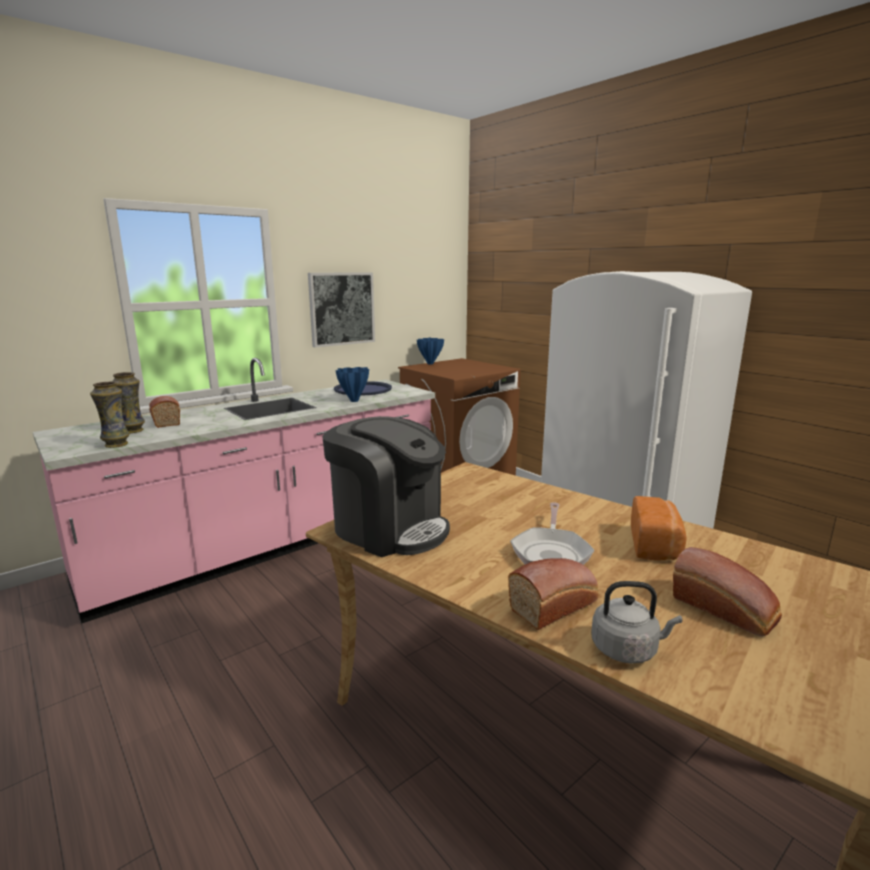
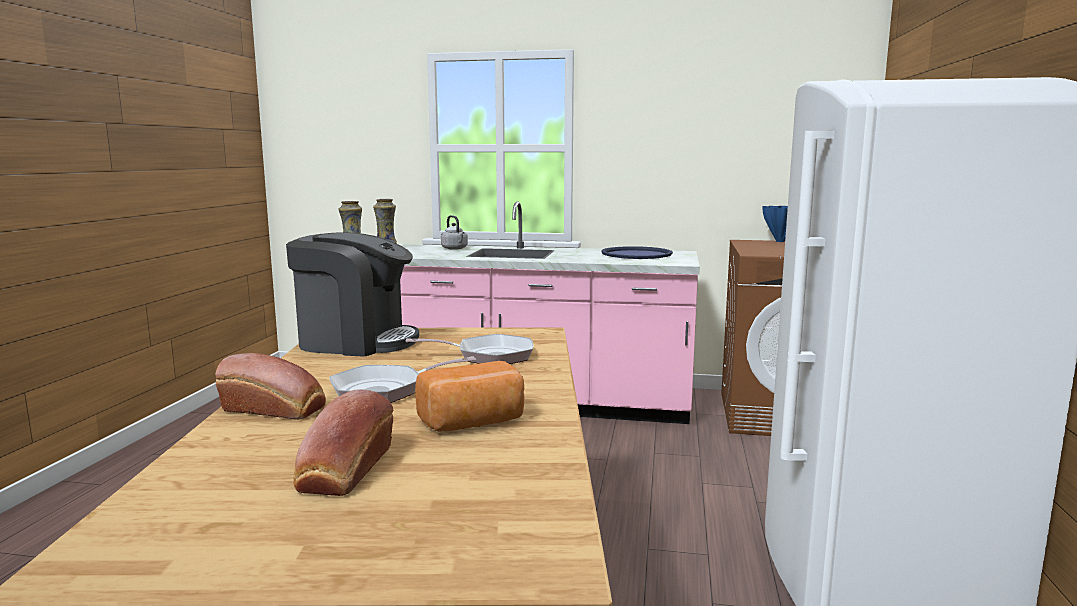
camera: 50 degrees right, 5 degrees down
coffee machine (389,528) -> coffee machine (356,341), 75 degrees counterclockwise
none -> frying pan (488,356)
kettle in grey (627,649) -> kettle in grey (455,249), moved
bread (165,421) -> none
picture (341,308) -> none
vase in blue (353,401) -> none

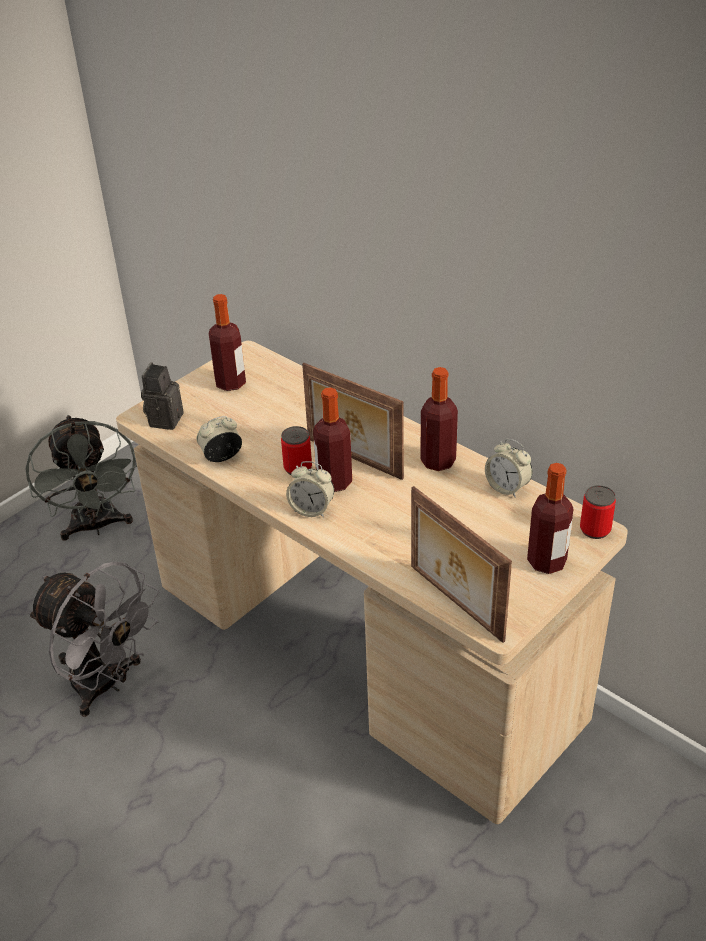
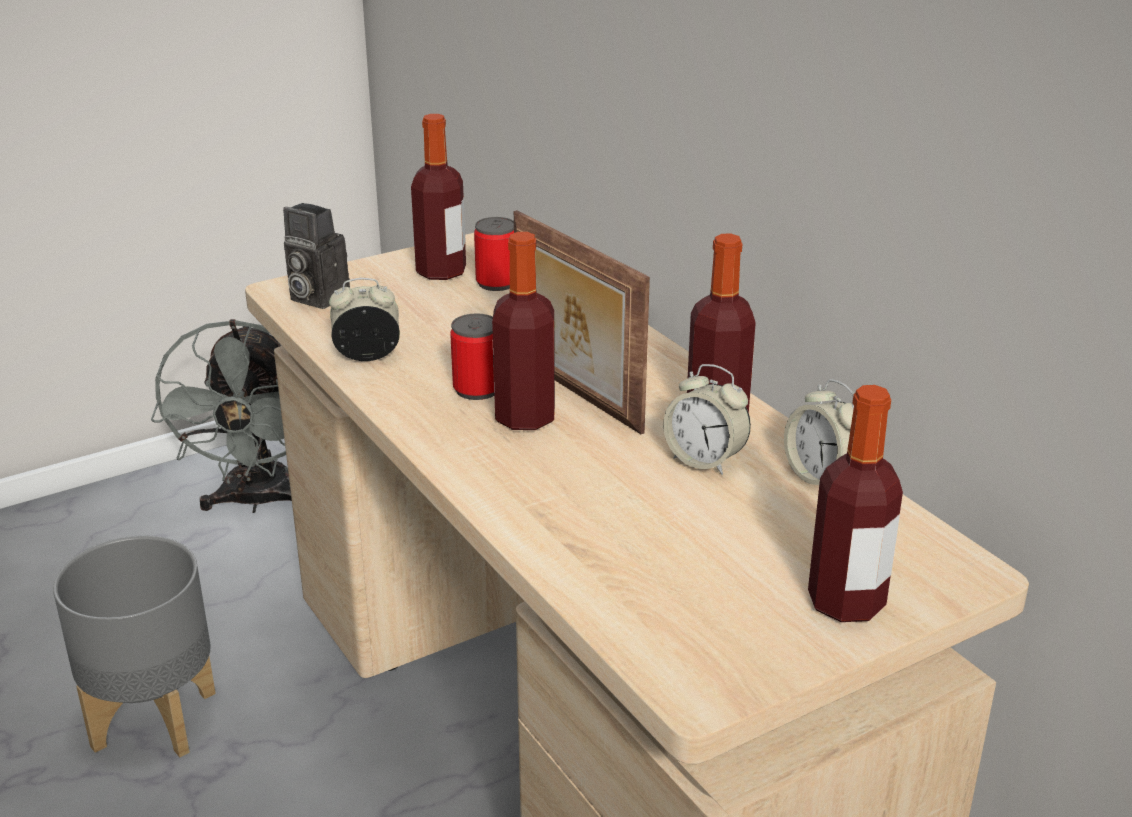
camera: 15 degrees right, 10 degrees down
fan in grey (107,684) -> planter in grey (154,718)
photo camera (164,419) -> photo camera (315,297), 90 degrees counterclockwise
can (595,529) -> can (497,283), moved
alarm clock (311,509) -> alarm clock (705,460), moved
picture frame (454,603) -> none

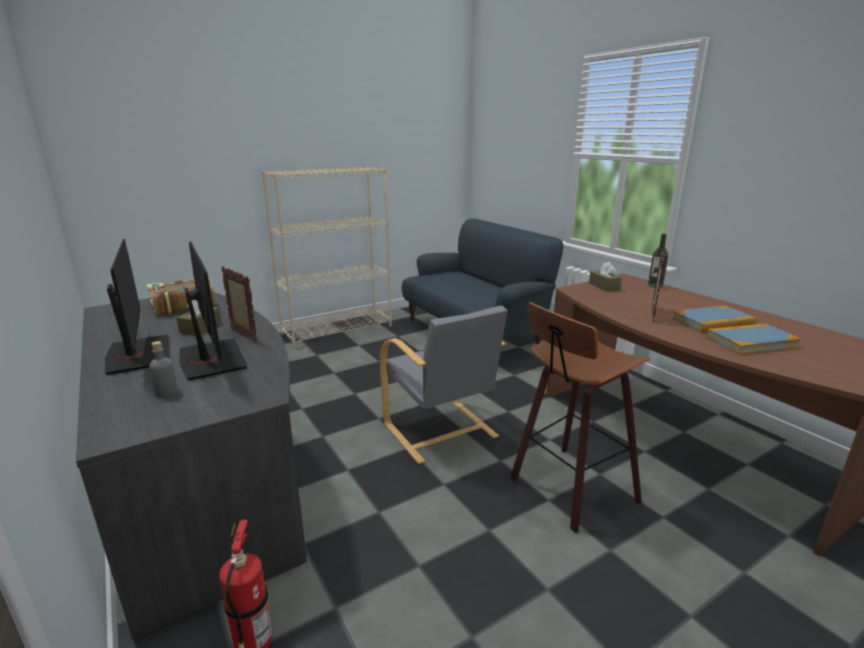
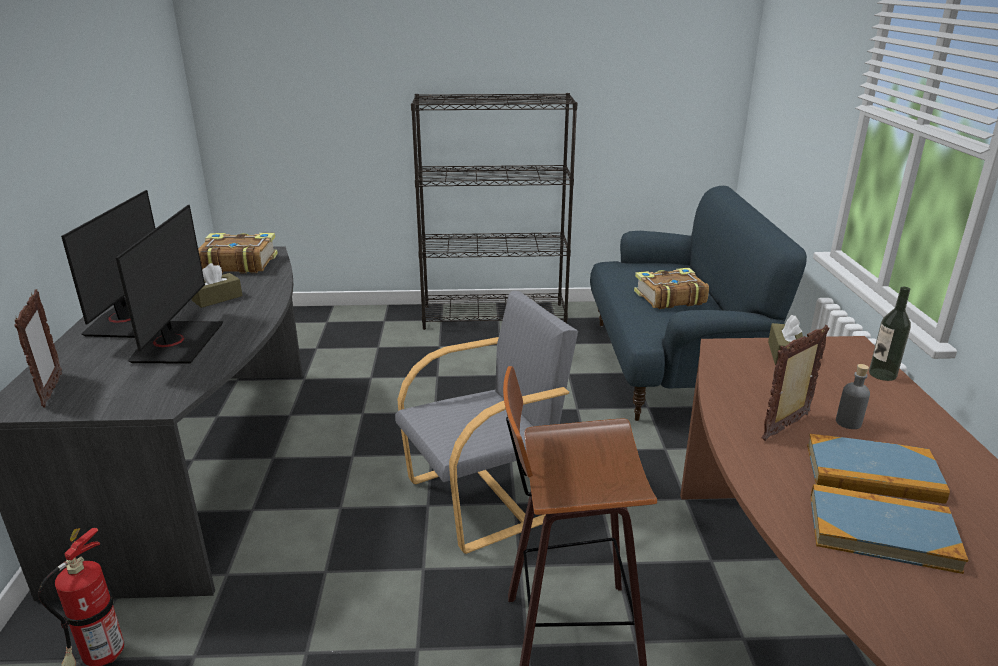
camera: 30 degrees right, 5 degrees up
picture frame (243,336) -> picture frame (52,390), moved
armchair in grey (440,431) -> armchair in grey (485,498), 120 degrees counterclockwise
bookcase in beige (338,330) -> bookcase in black (495,316)
none -> book (668,298)
bottle in grey (166,392) -> bottle in grey (848,422), moved

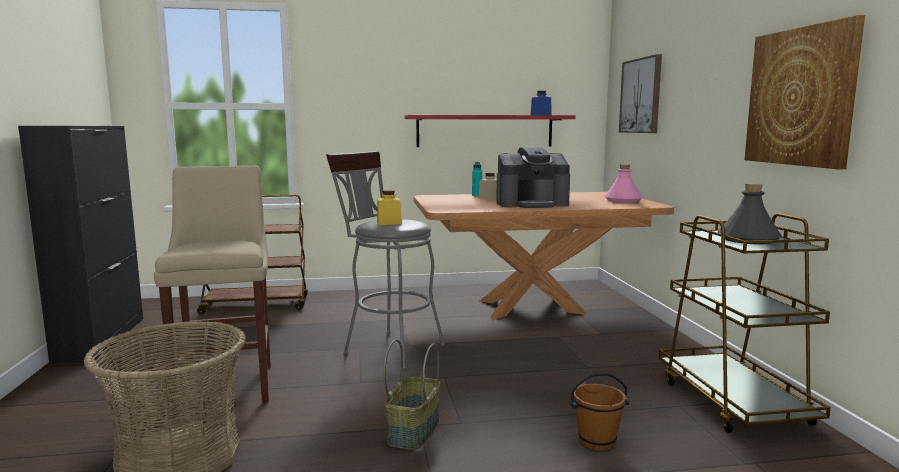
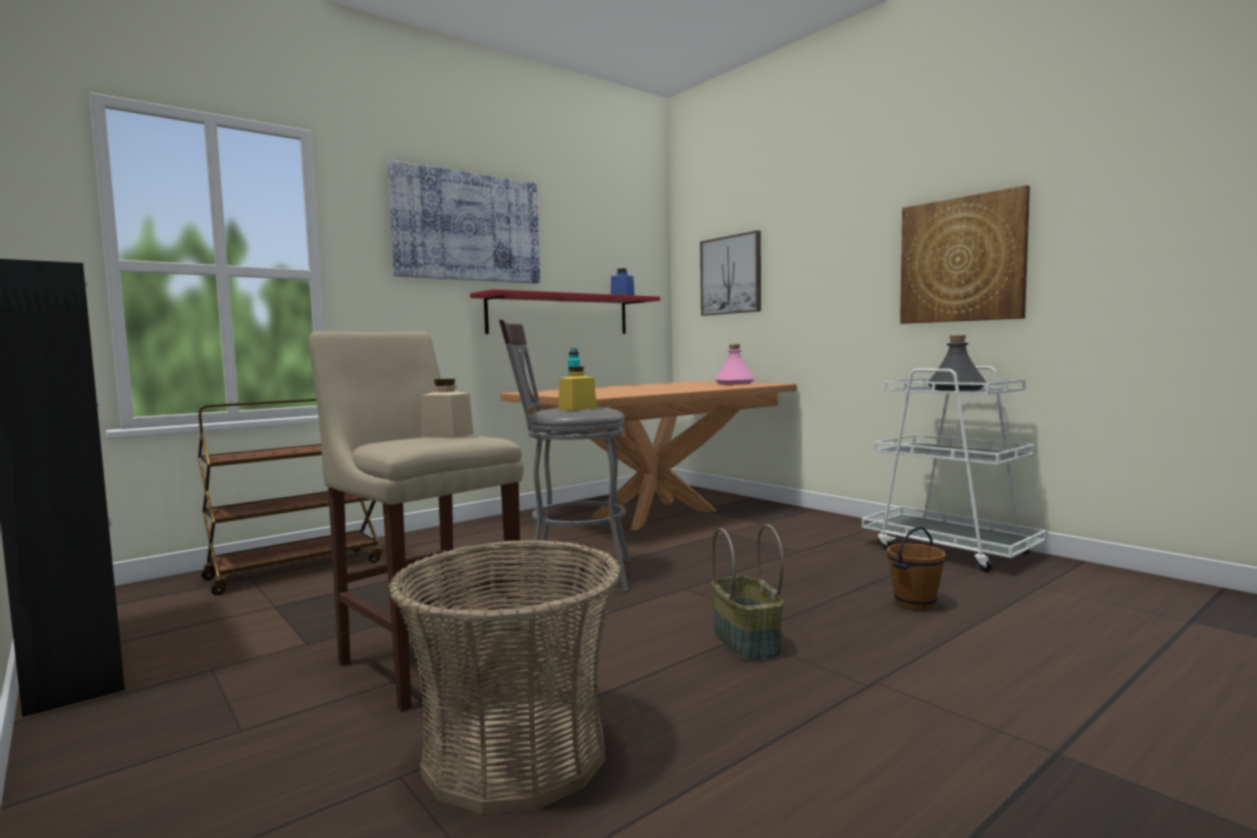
camera: 30 degrees left, 5 degrees down
none -> picture (467,227)
jar in beige (489,198) -> jar in beige (447,435), moved
cart in brown (733,401) -> cart in white (950,550)
coffee machine (532,204) -> none

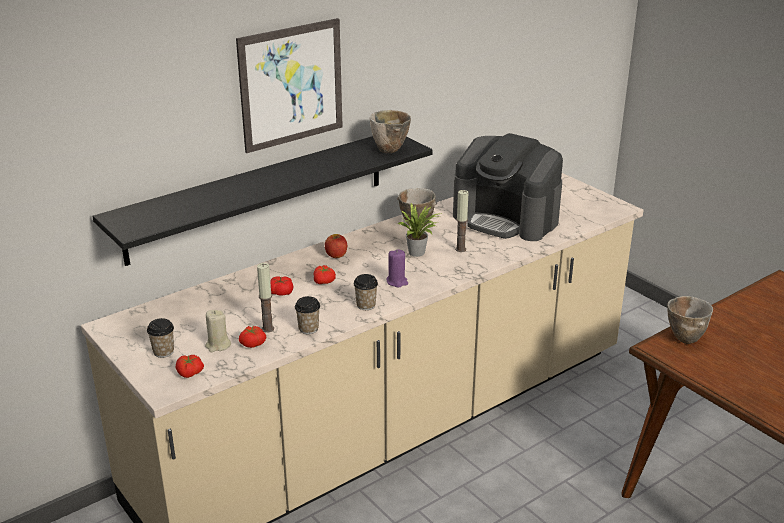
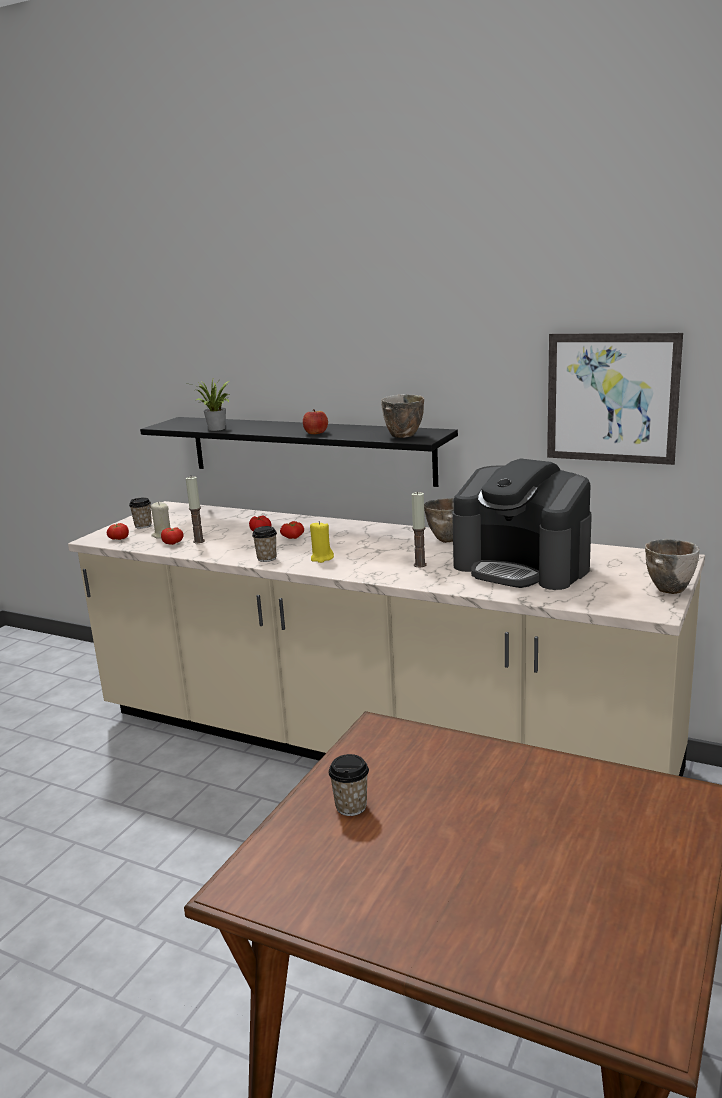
camera: 65 degrees right, 10 degrees down
potted plant (418,253) -> potted plant (216,429), moved
apple (336,255) -> apple (316,433), moved
candle in purple (397,282) -> candle in yellow (321,558)
cup (308,329) -> cup (351,807), moved
coffee machine (506,218) -> coffee machine (522,567), 60 degrees counterclockwise
picture (291,85) -> picture (611,398), moved
bowl (684,337) -> bowl (671,589), moved

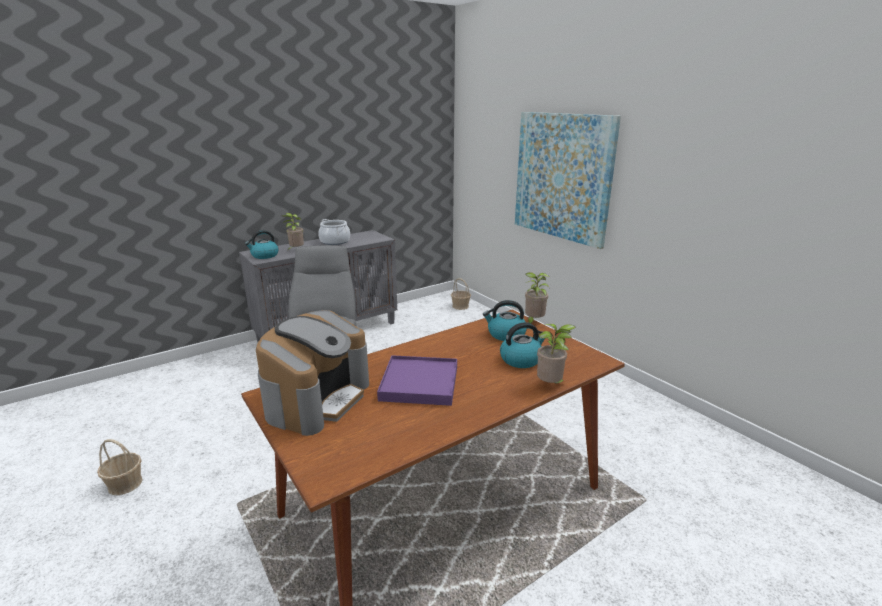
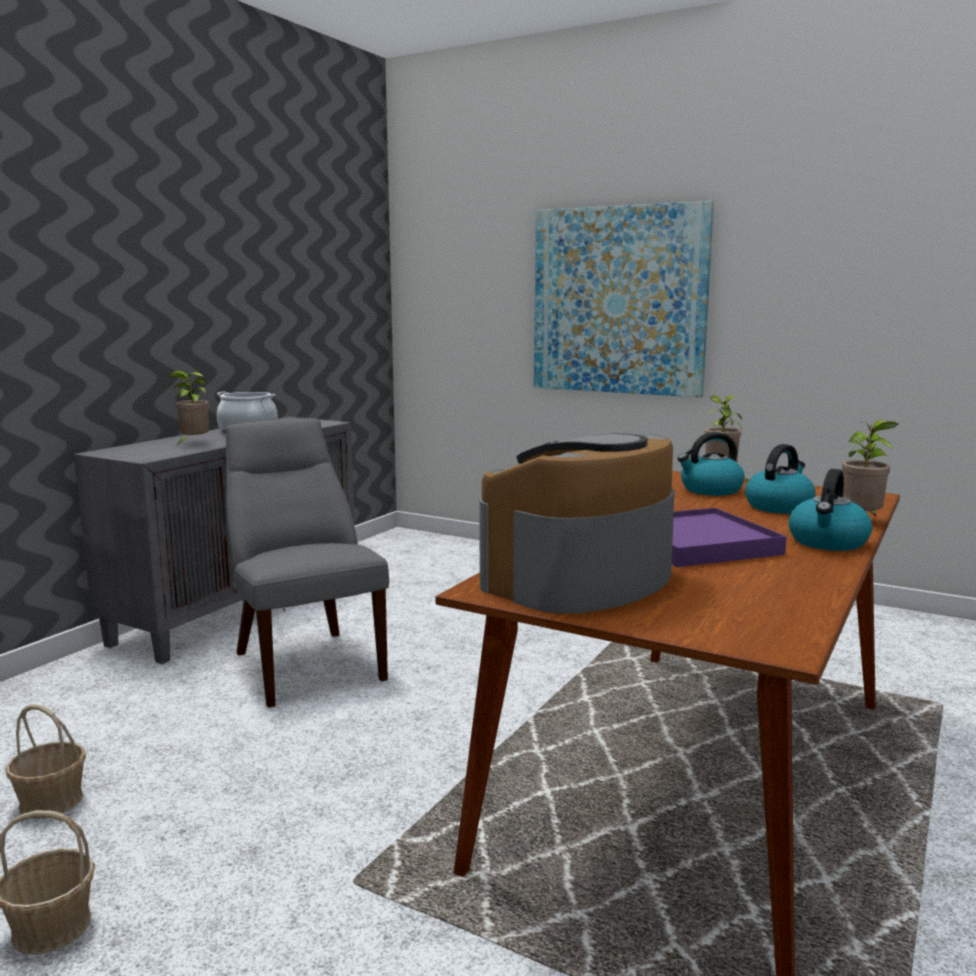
camera: 25 degrees left, 10 degrees down
basket (460,306) -> basket (51,802), moved
coffee machine (317,398) -> coffee machine (581,580), 135 degrees counterclockwise
kettle (264,256) -> kettle (828,542), moved

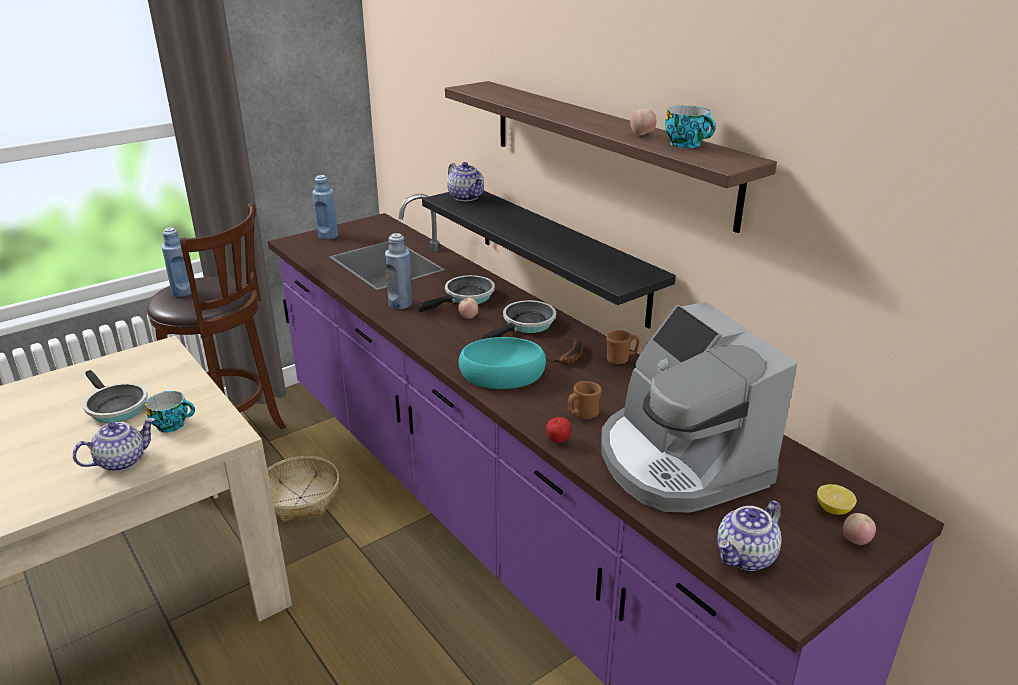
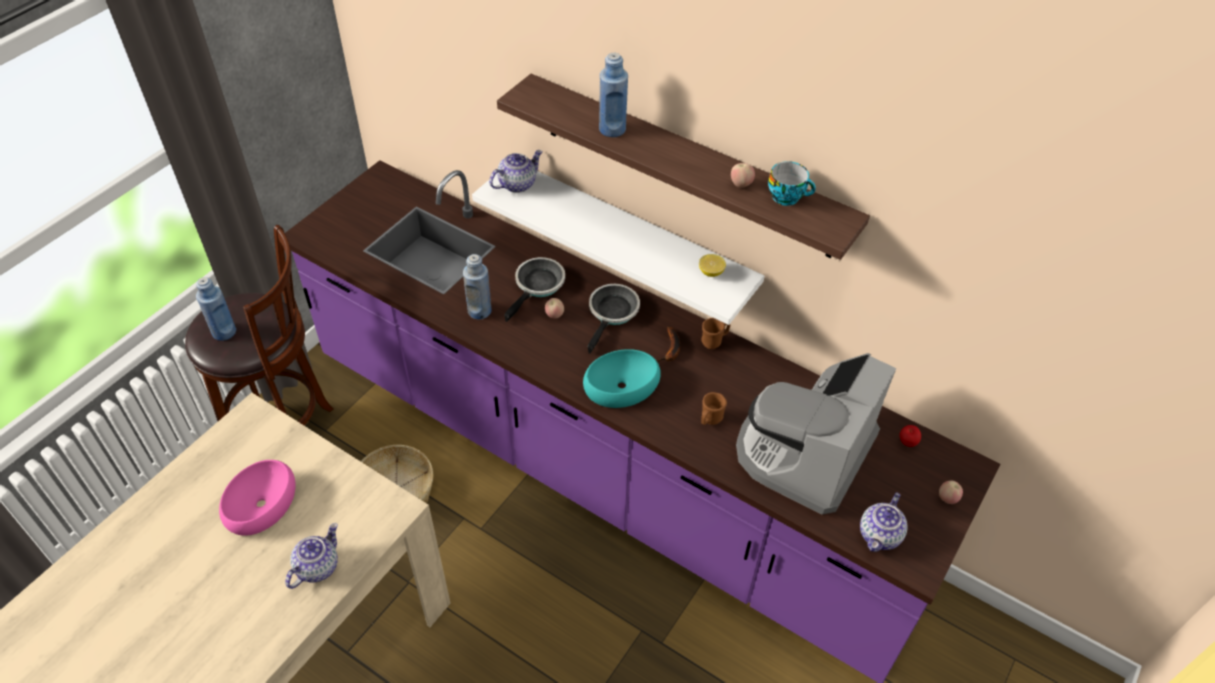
camera: 20 degrees left, 20 degrees up
frying pan (115,407) -> bowl in pink (261,505)
shelf in black (560,253) -> shelf in white (630,236)
teapot (466,197) -> teapot (517,184), 75 degrees counterclockwise
bottle in blue (328,236) -> bottle in blue (612,129), moved
lemon (833,510) -> lemon (711,272), moved
coffee machine (679,461) -> coffee machine (803,452), 75 degrees clockwise
apple (558,441) -> apple (907,442), moved
cup (173,424) -> none

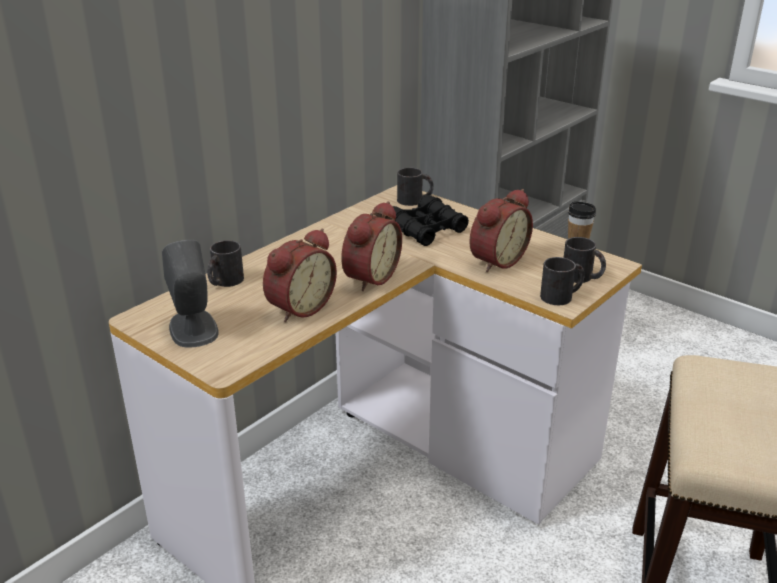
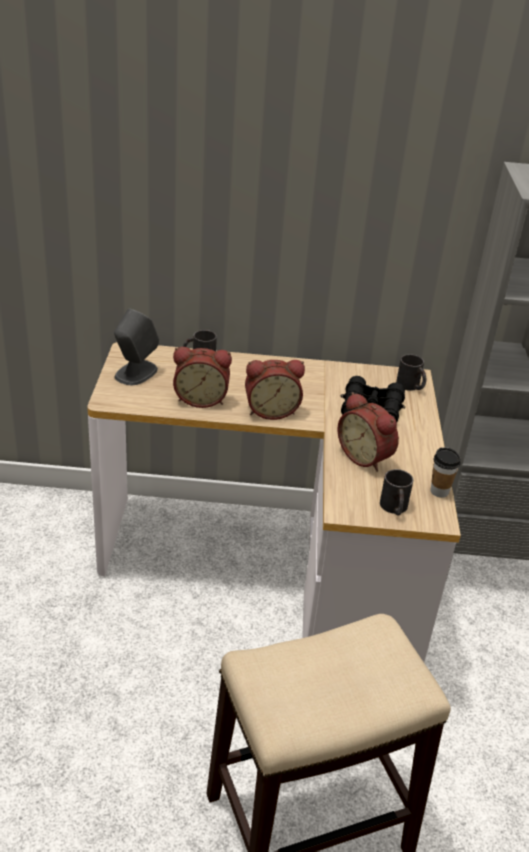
camera: 50 degrees right, 5 degrees up
alarm clock (495,260) -> alarm clock (366,457), 45 degrees clockwise
mug in black (562,296) -> none

